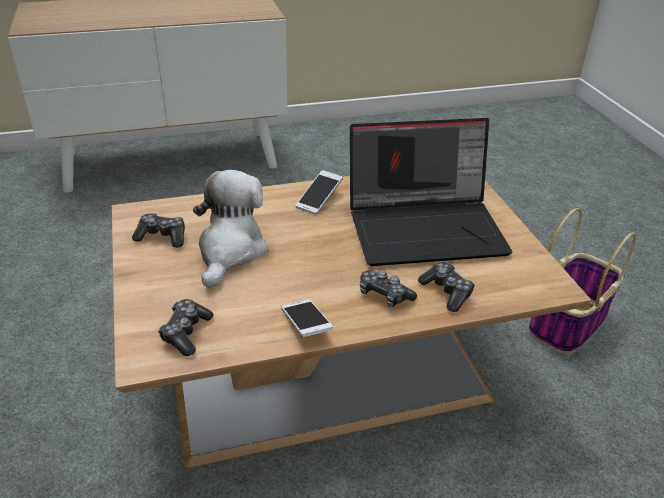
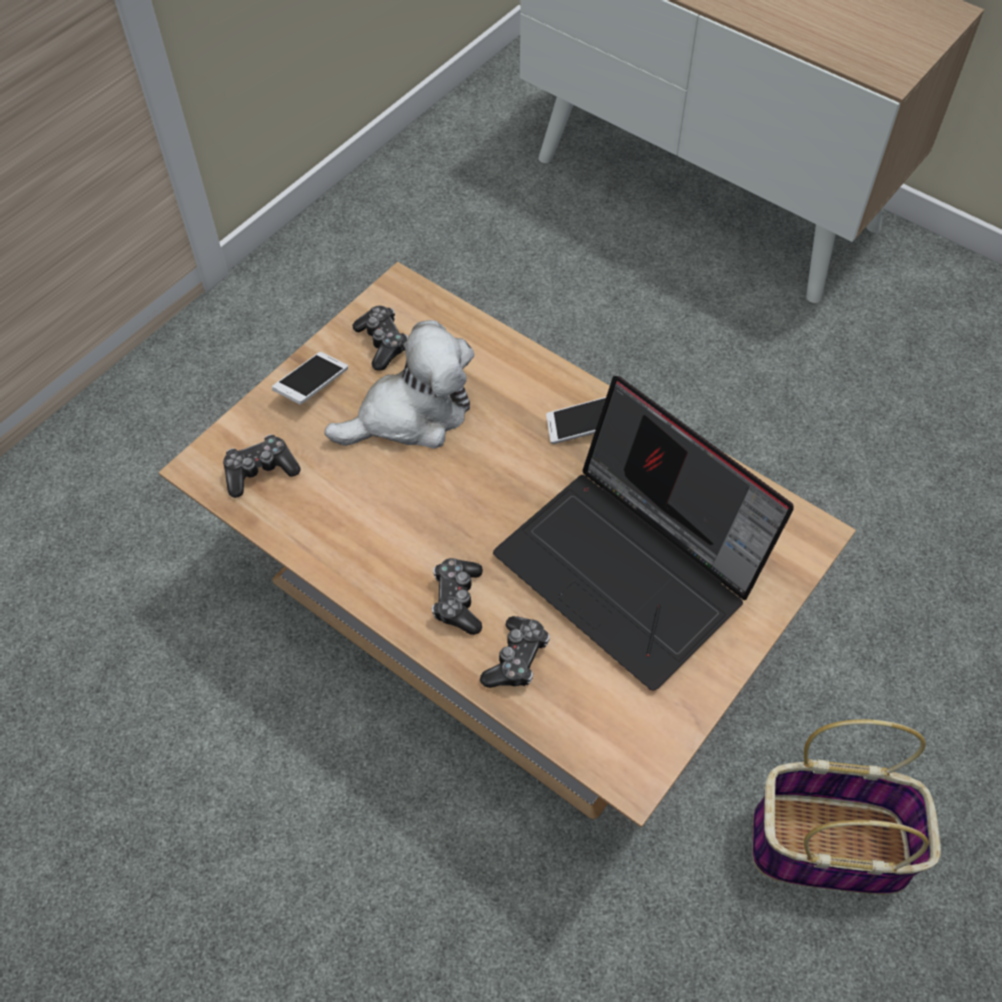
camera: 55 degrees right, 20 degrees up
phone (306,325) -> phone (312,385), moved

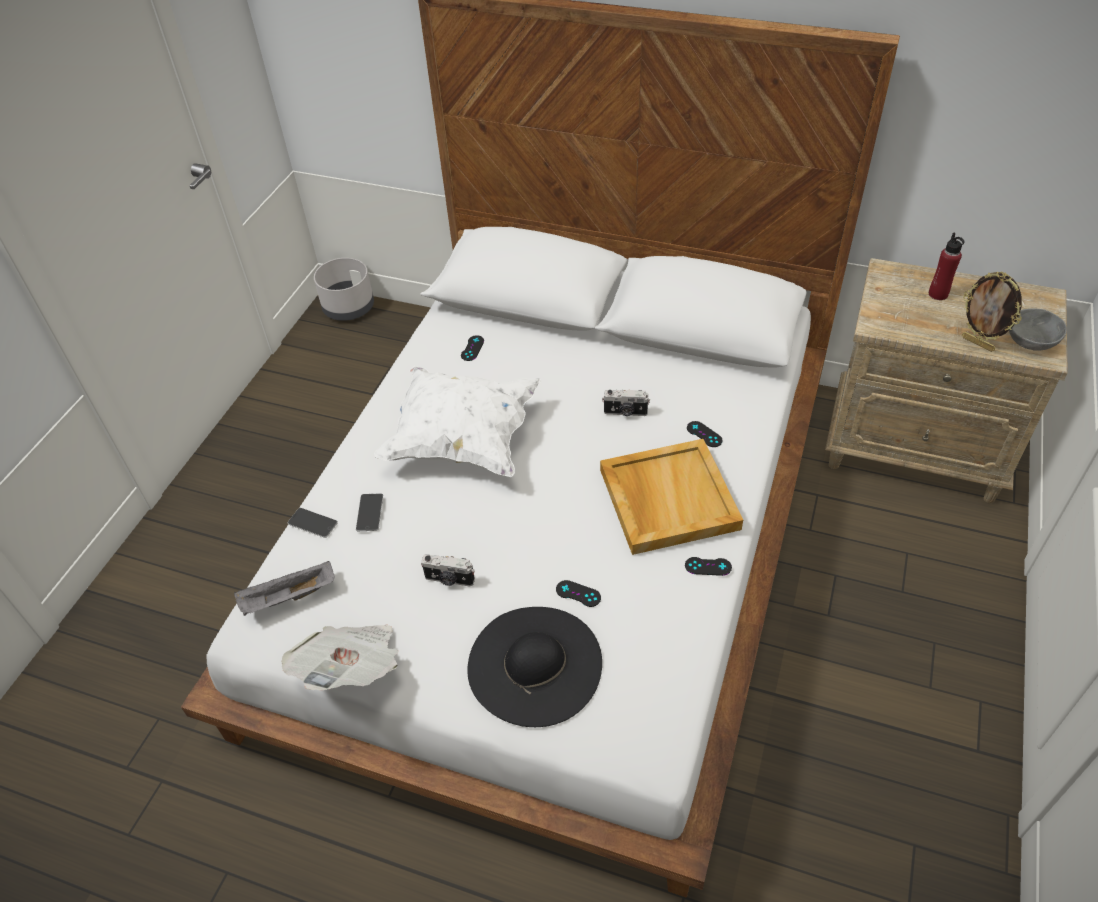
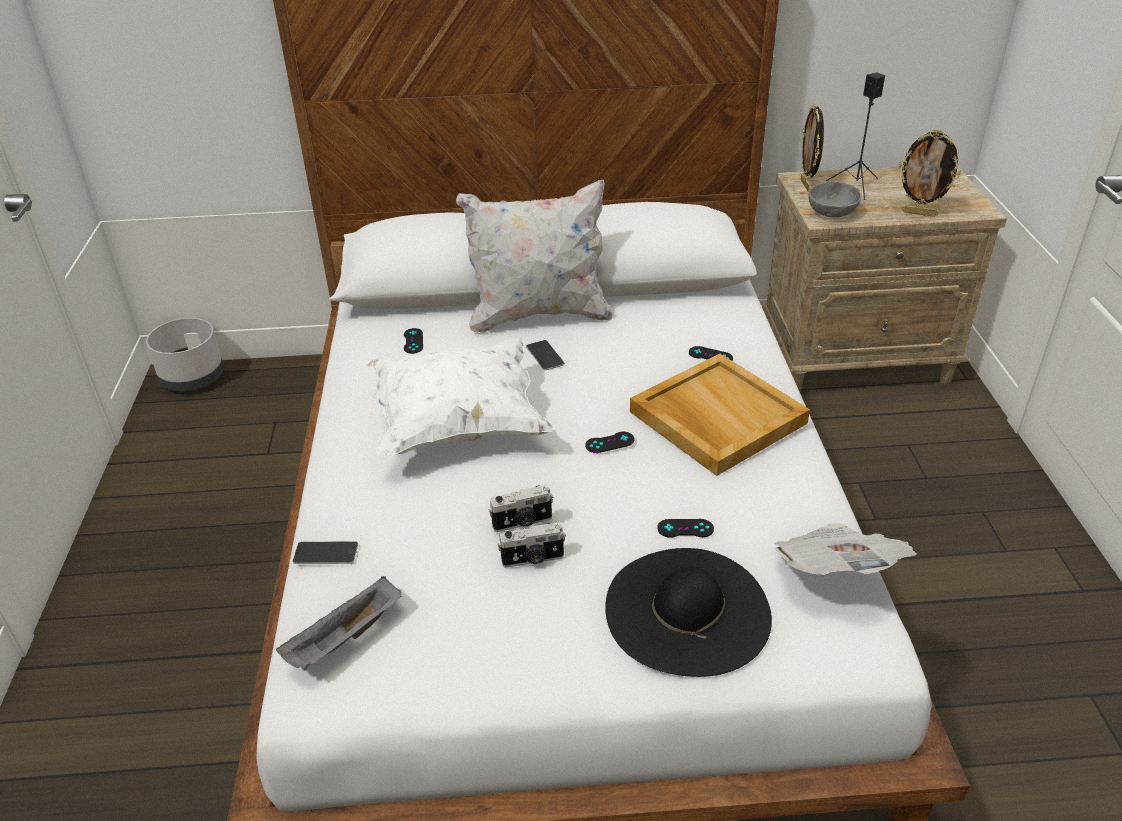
camera: 25 degrees left, 10 degrees down
none -> pillow in white (538,314)
photo camera (625,413) -> photo camera (522,523), moved
phone (369,512) -> phone (545,355), moved
game controller in black (708,566) -> game controller in black (609,442), moved
newspaper (352,669) -> newspaper (836,573), moved
none -> picture frame (806,185)
bowl in grey (1031,342) -> bowl in grey (833,213), moved
bottle in red (938,294) -> speaker in black (856,186)

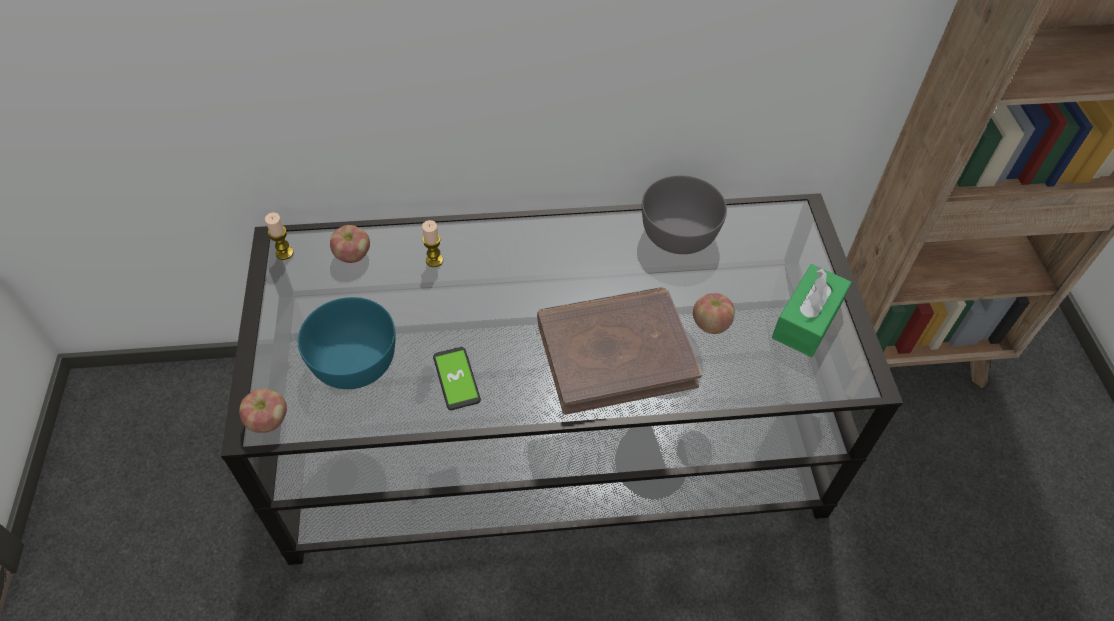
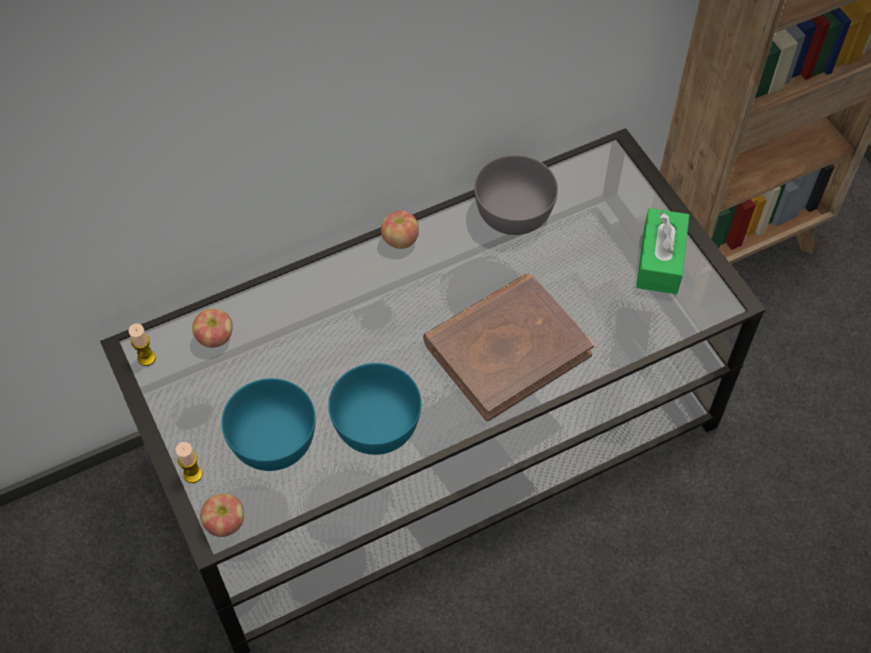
camera: 20 degrees left, 5 degrees up
candle (434,260) -> candle (193,474), moved
phone (456,379) -> bowl in turquoise (376,423)
apple (710,324) -> apple (400,240), moved

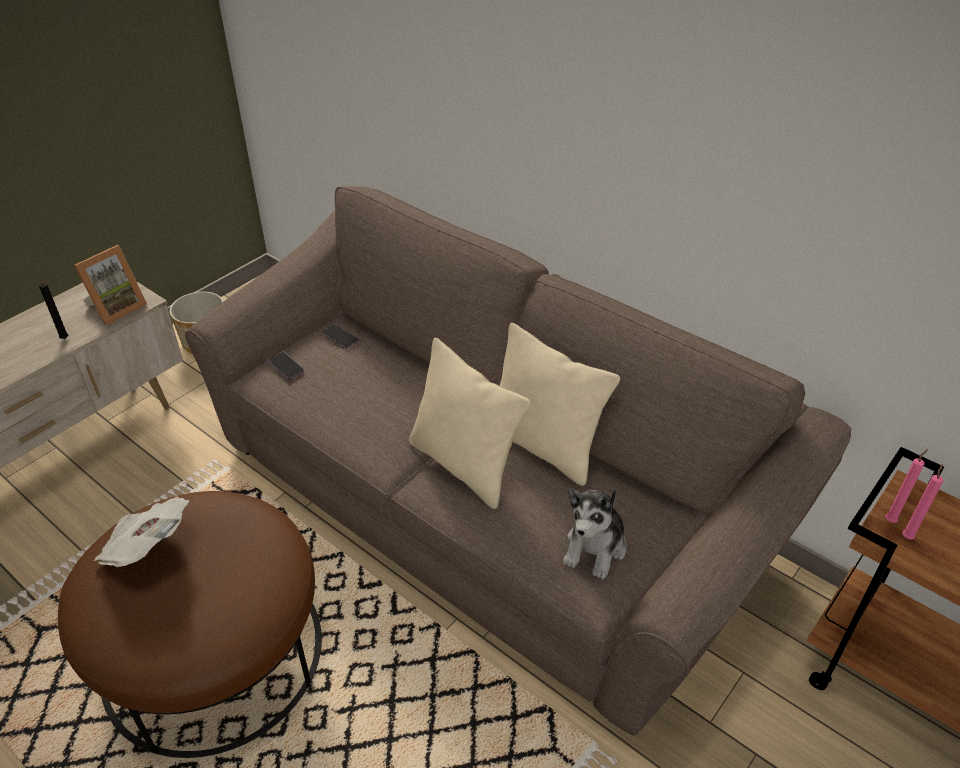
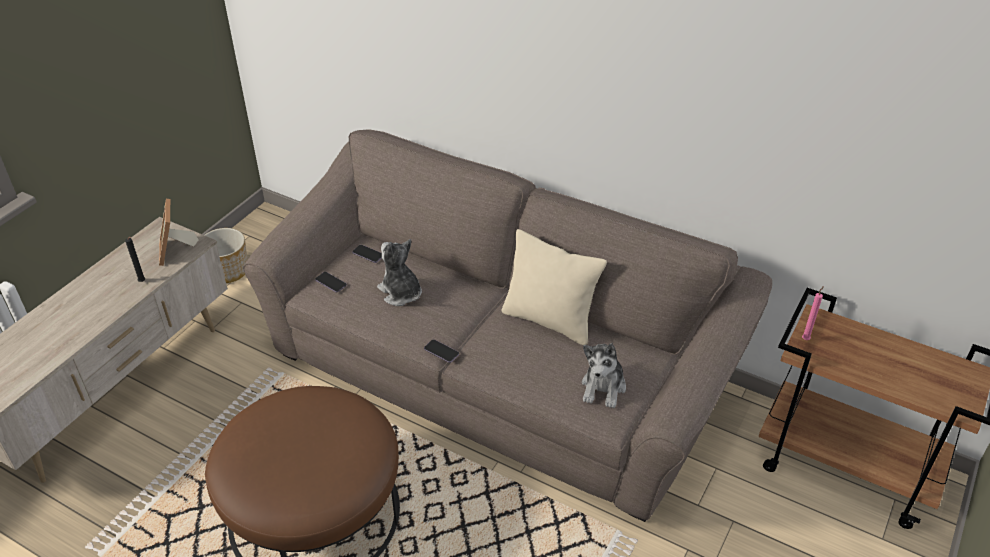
camera: 10 degrees left, 0 degrees up
picture frame (116,308) -> picture frame (176,251), 135 degrees clockwise
none -> plush toy (401,293)
none -> phone (441,352)
newspaper (148,547) -> none
pillow in beige (464,465) -> none
candle in pink (907,536) -> none

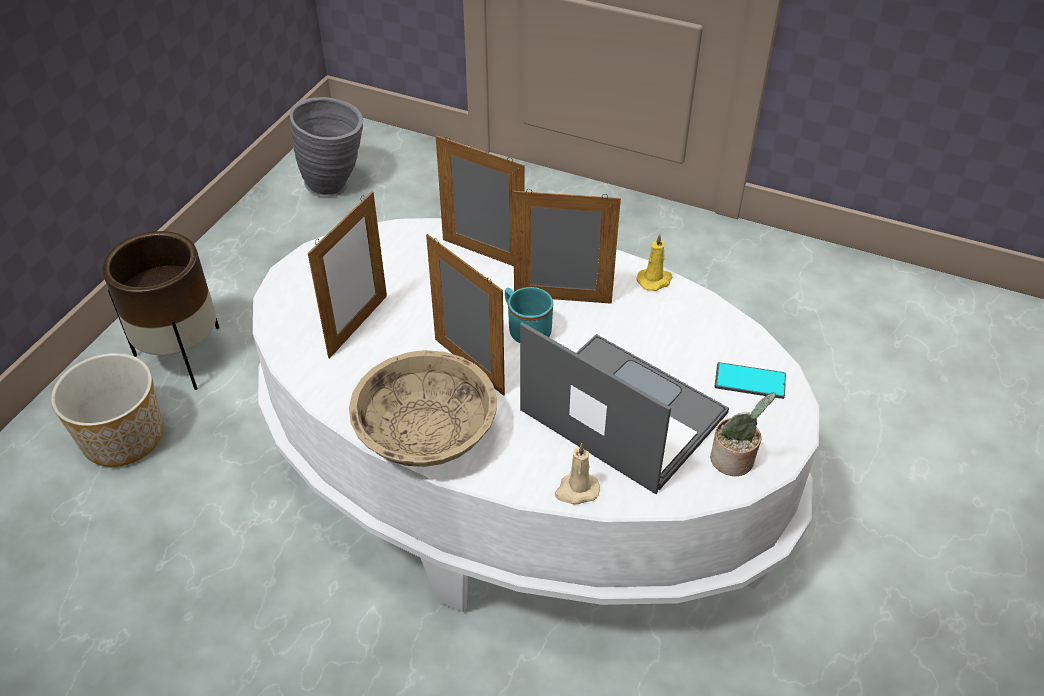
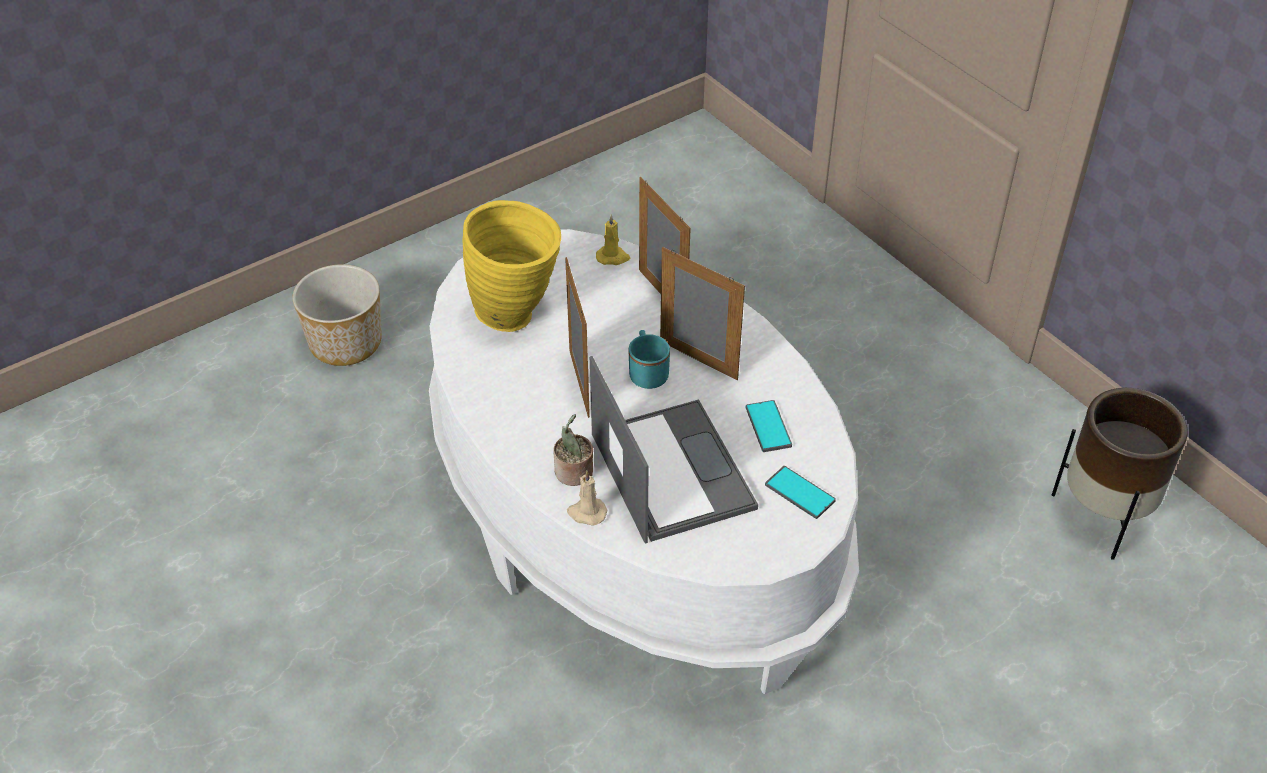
camera: 30 degrees right, 0 degrees up
picture frame (358,326) -> vase in yellow (518,316)
potted plant (734,461) -> potted plant (574,473), moved
candle in yellow (655,280) -> candle in yellow (613,257), moved
none -> phone (768,427)
planter in brown (182,356) -> planter in brown (1102,515), moved
vase in grey (337,185) -> none
bowl in beige (425,433) -> none

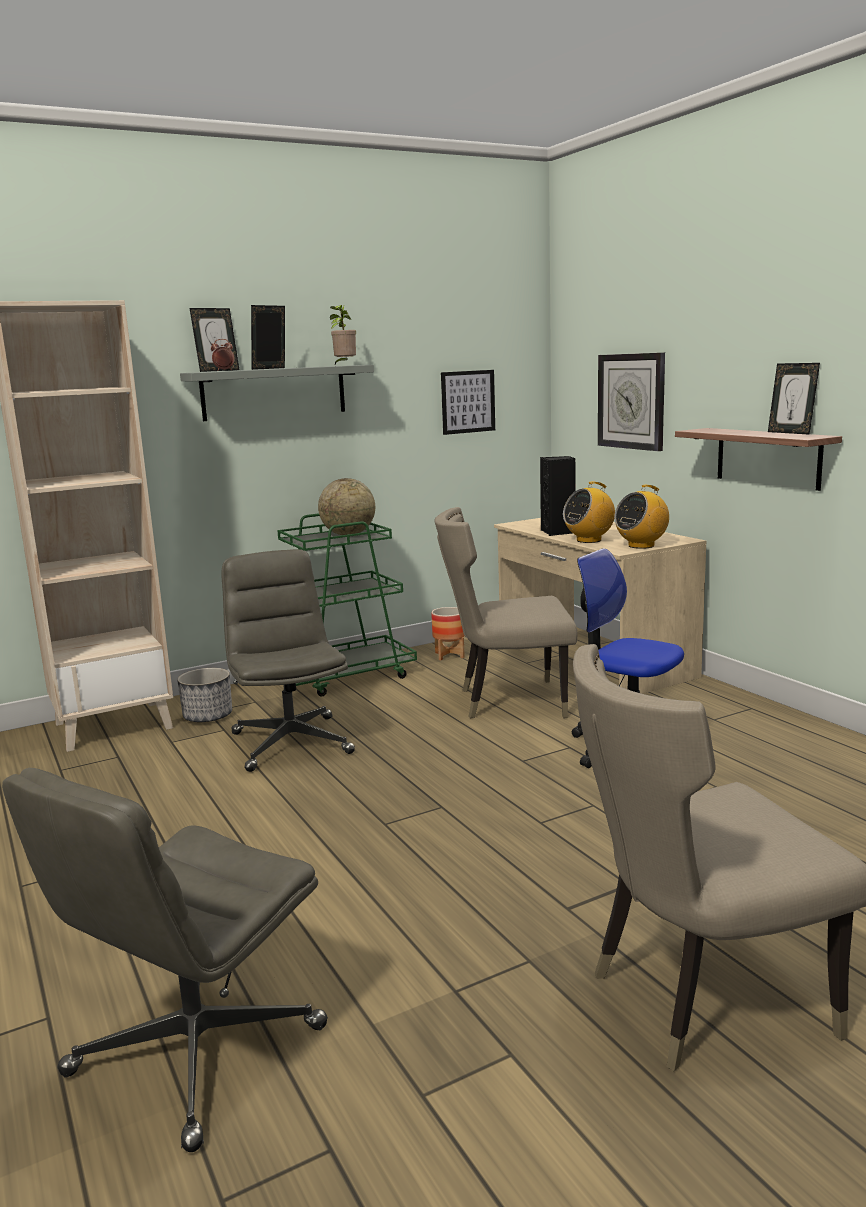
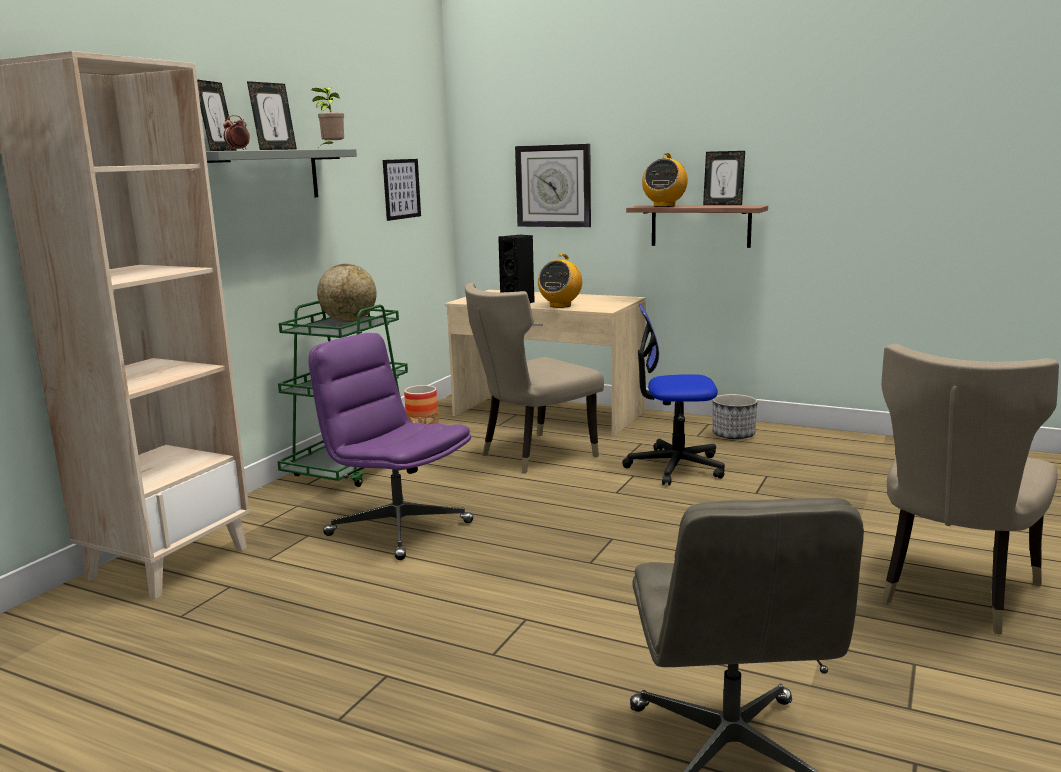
camera: 35 degrees left, 0 degrees up
picture frame (271,368) -> picture frame (275,149), 150 degrees counterclockwise
office chair in grey (290,742) -> office chair in purple (397,528)
radio (641,545) -> radio (664,206), moved
planter (208,716) -> planter (733,435), moved

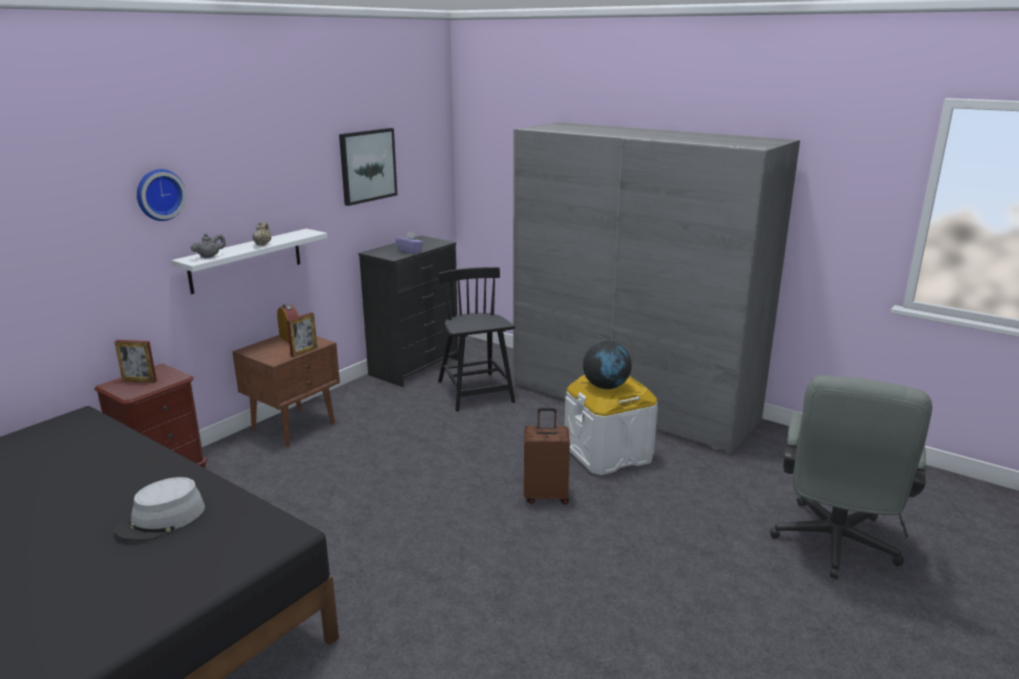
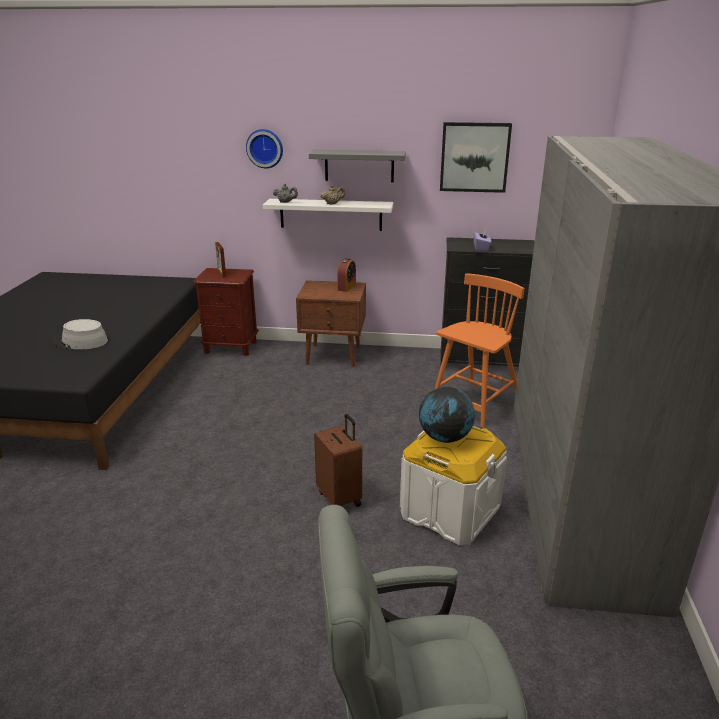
camera: 60 degrees right, 5 degrees up
none -> shelf in grey (359,165)
chair in black (475,392) -> chair in orange (475,403)
picture frame (304,352) -> none

